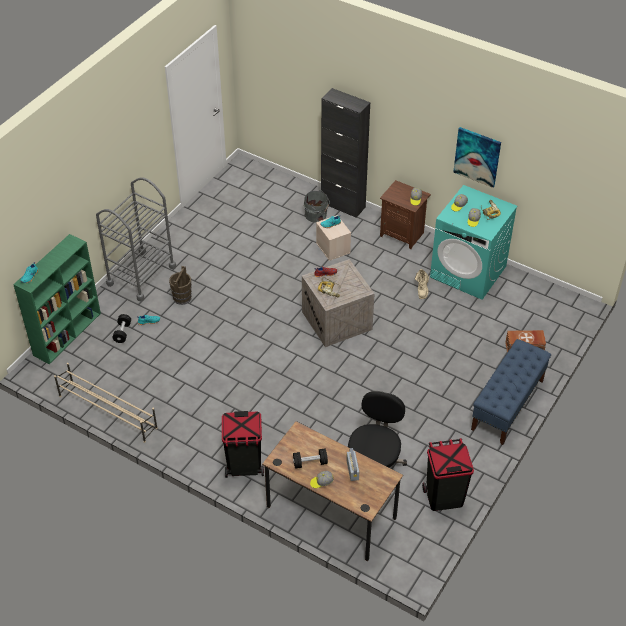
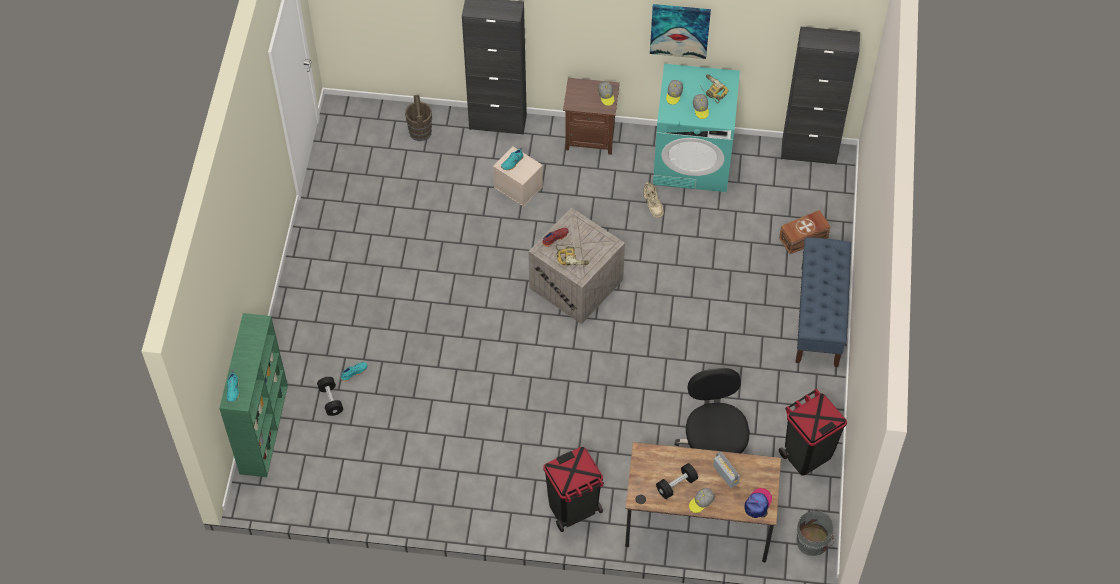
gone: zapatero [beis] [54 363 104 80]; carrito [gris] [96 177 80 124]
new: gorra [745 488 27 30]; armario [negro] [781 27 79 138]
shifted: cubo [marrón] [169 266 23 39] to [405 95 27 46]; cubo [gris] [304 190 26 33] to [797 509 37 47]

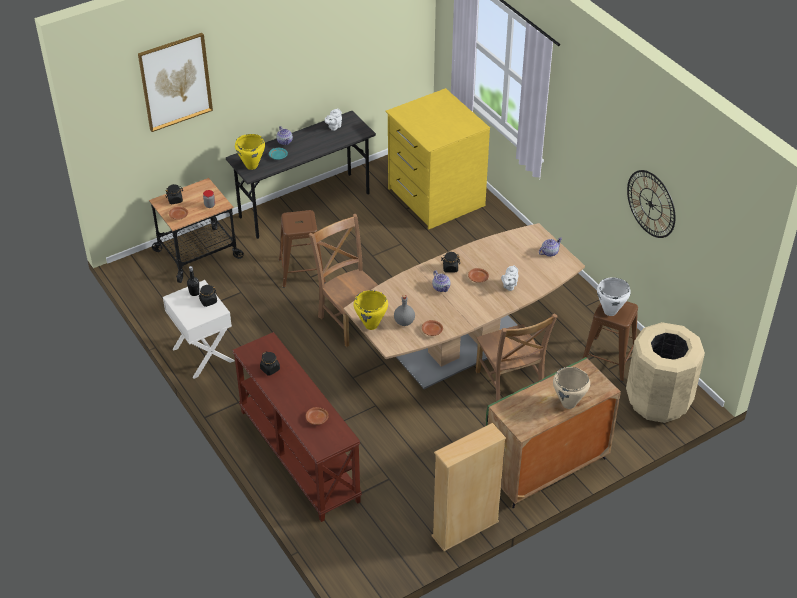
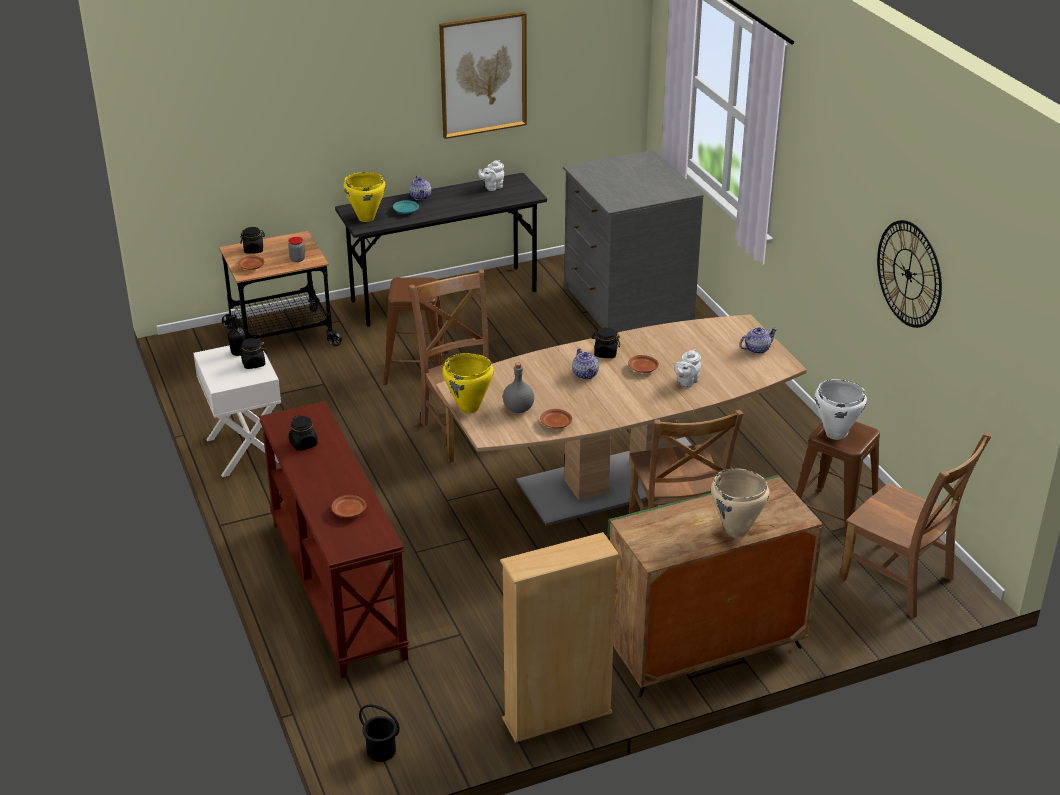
new: cubo [negro] [359 704 41 58]
shifted: cuadro [138 33 75 99] to [439 11 88 128]
swapped: papelera [beis] [626 322 79 101] to silla [marrón] [839 432 153 186]
repainted: cómoda [amarillo] [386 88 104 141] to cómoda [gris] [563 150 141 182]

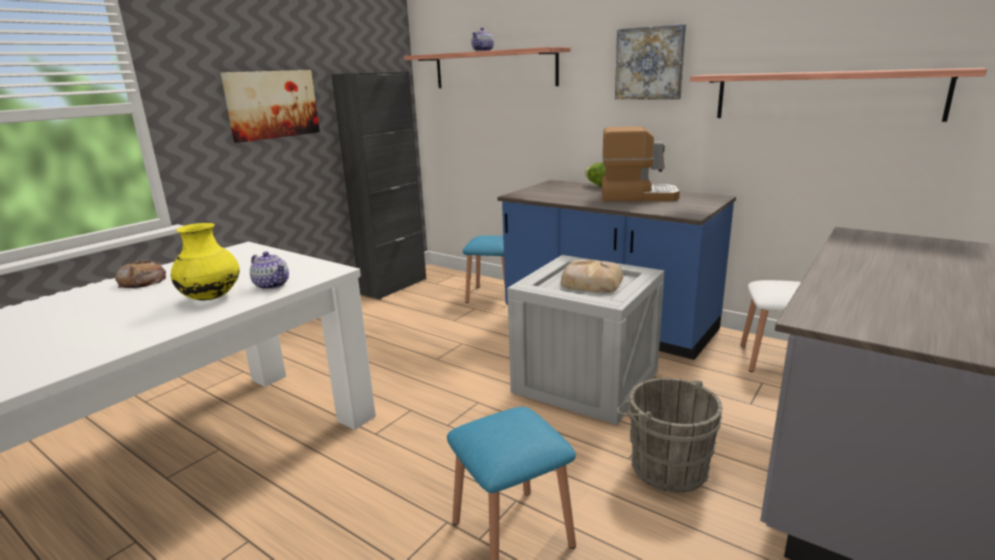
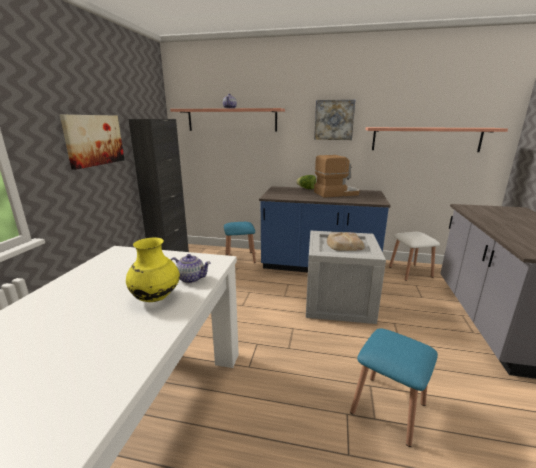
gone: pan [115 260 51 28]; cubo [gris] [616 378 106 115]

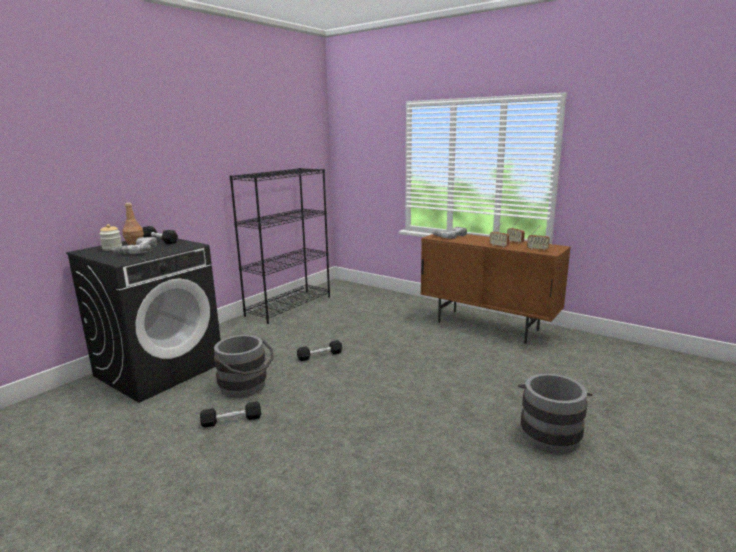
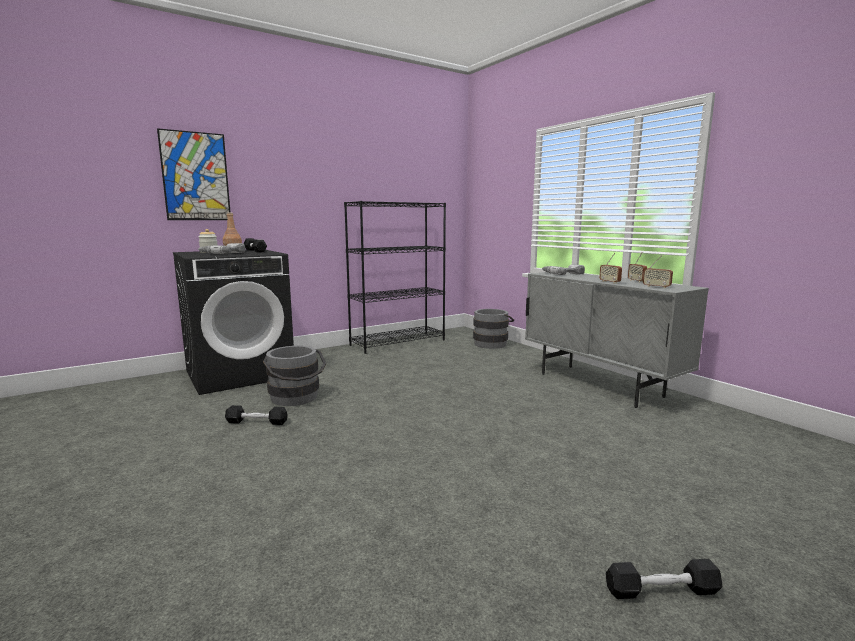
new: cuadro [157 128 73 92]
shifted: mancuerna [negro] [297 340 45 21] to [605 559 117 40]; cubo [gris] [518 373 75 81] to [473 309 41 40]
repainted: armario [marrón] [420 234 151 110] to armario [gris] [525 272 184 136]

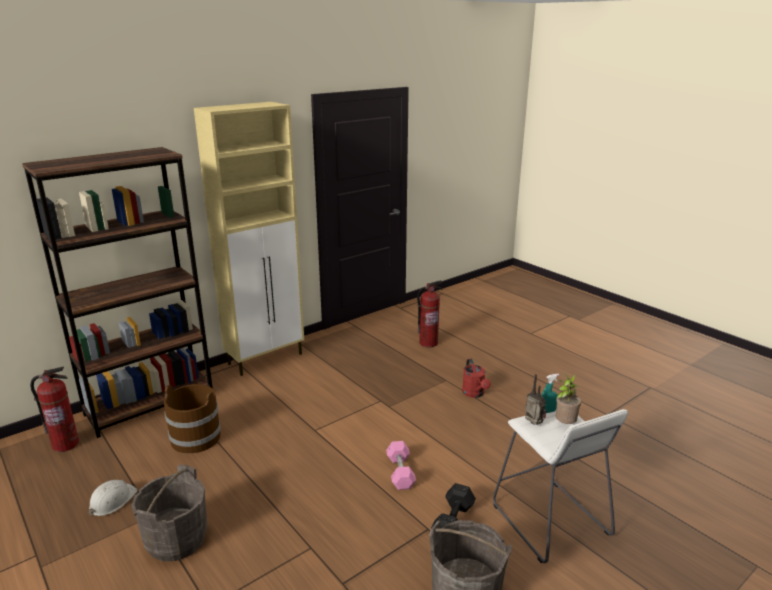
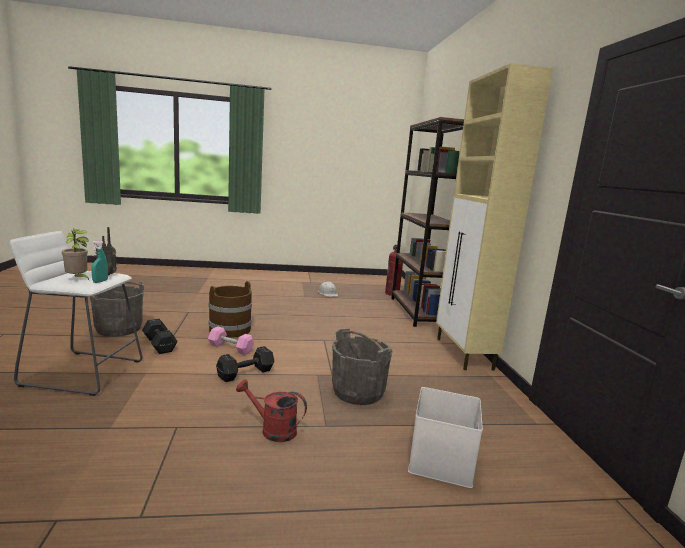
new: mancuerna [negro] [216 346 59 36]
shifted: cubo [gris] [132 465 75 96] to [332 329 60 76]; cubo [marrón] [164 384 57 70] to [208 281 44 57]
swapped: extintor [417 280 26 67] to caja de almacenaje [blanco] [408 387 75 101]

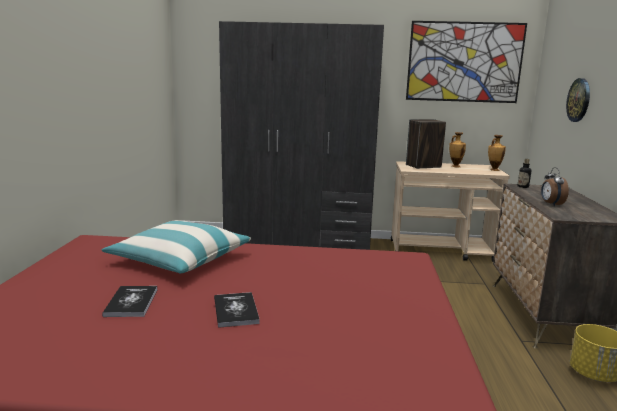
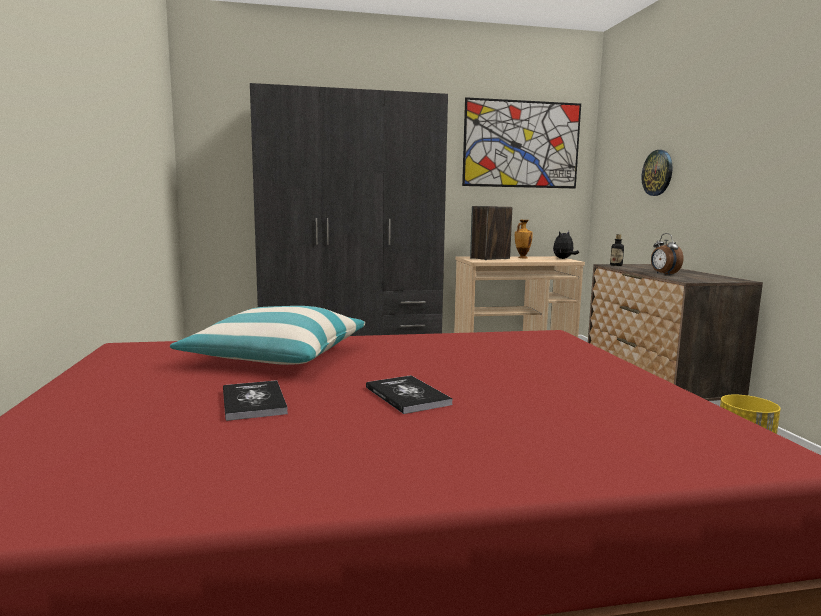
swapped: florero [488 135 18 36] to peluche [553 231 26 28]

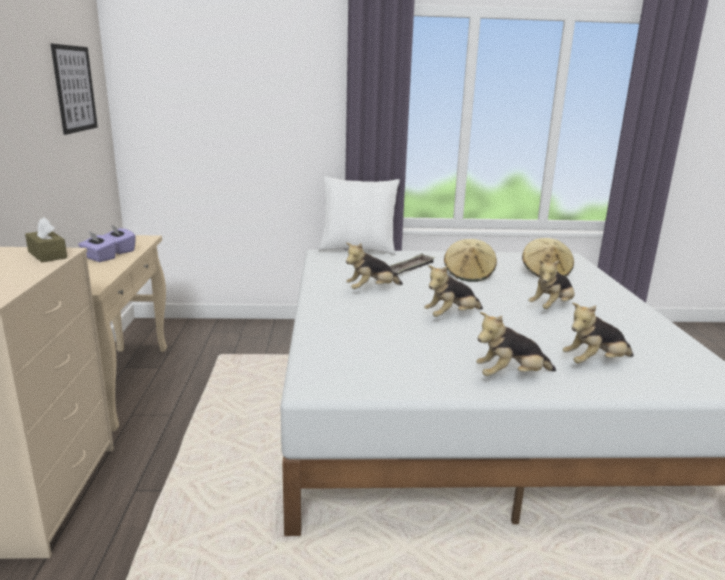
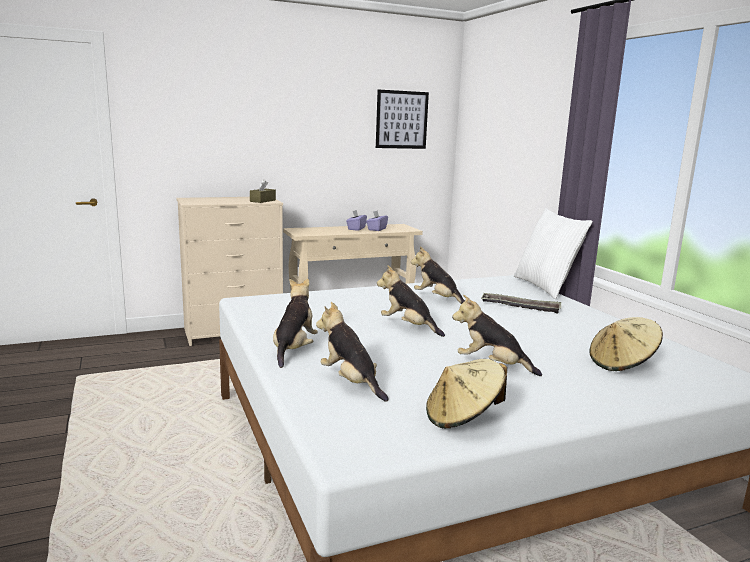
shifted: sombrero [beis] [444 239 53 43] to [426 359 81 70]
rotated: peluche [476 312 80 64] = [273 278 45 90] 45 degrees clockwise

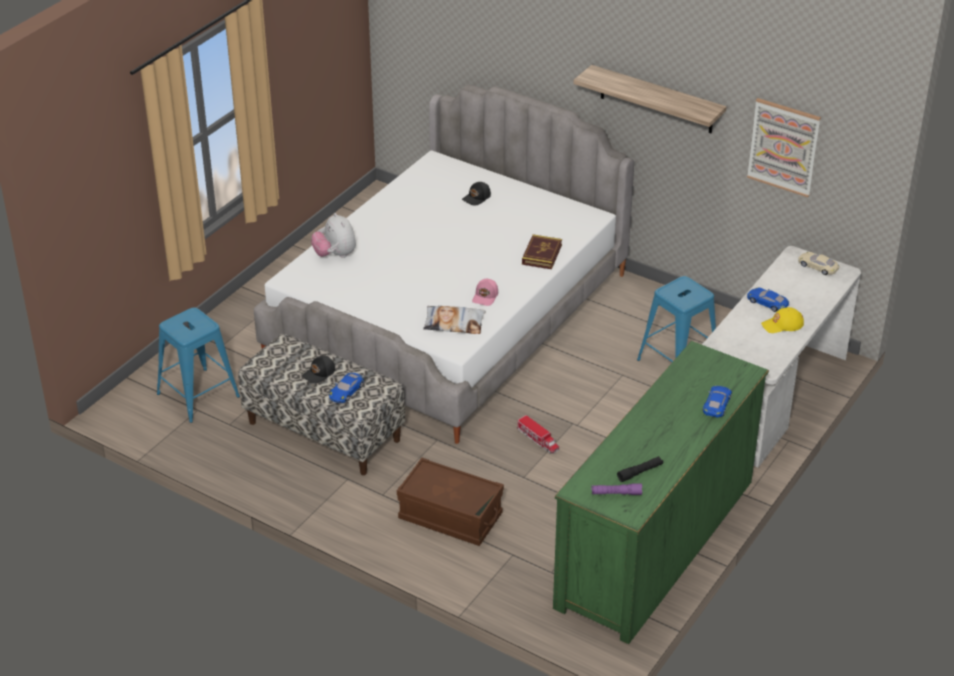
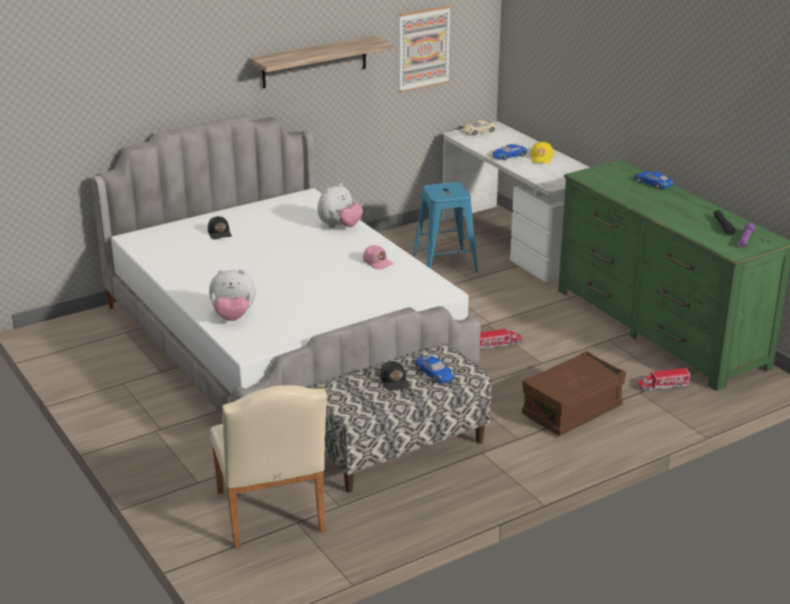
gone: cojín [423 306 63 28]
new: camión de juguete [637 368 53 23]
swapped: taburete [azul] [157 307 83 116] to silla [beis] [210 385 117 165]; libro [522 234 40 35] to peluche [317 183 46 45]

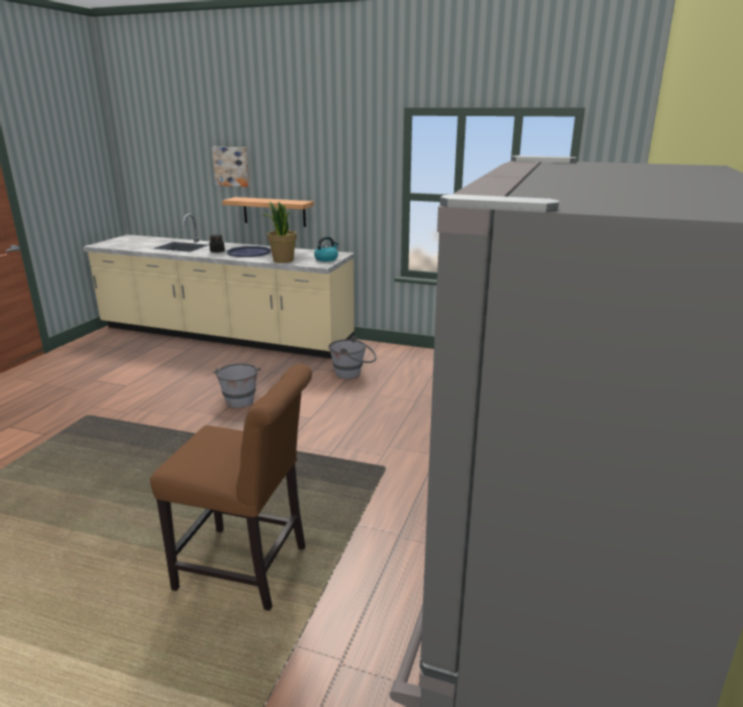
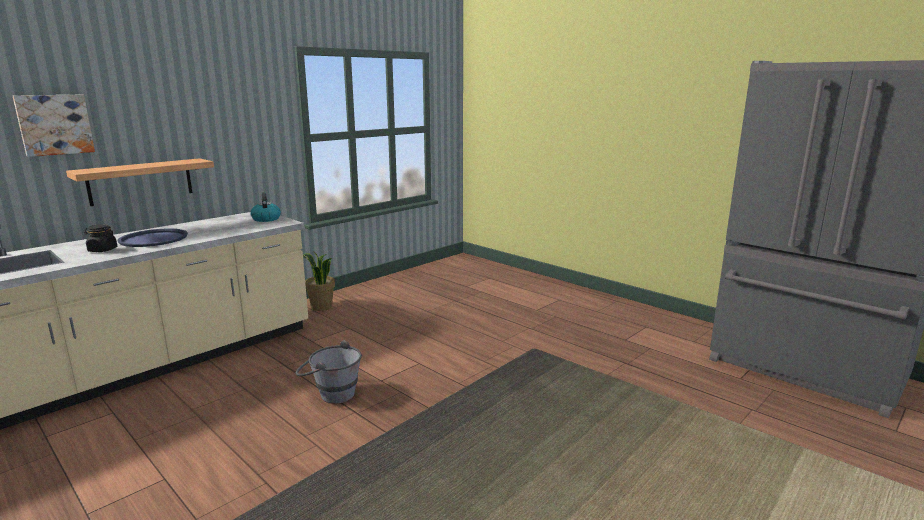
gone: silla [marrón] [150 363 162 248]; cubo [gris] [329 336 47 43]
shifted: planta en maceta [262 202 35 61] to [303 251 32 60]

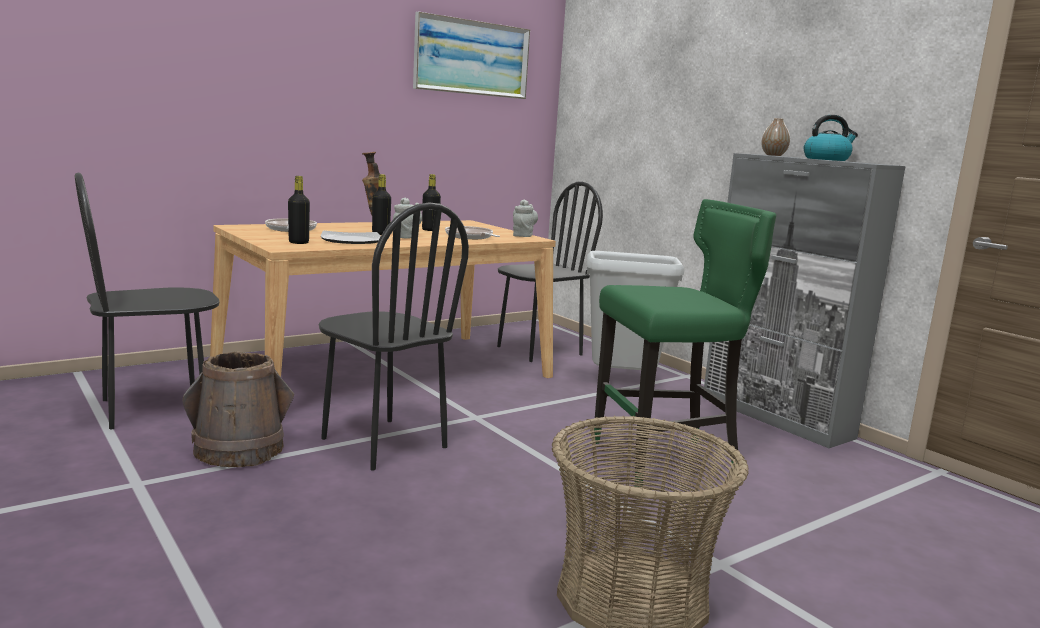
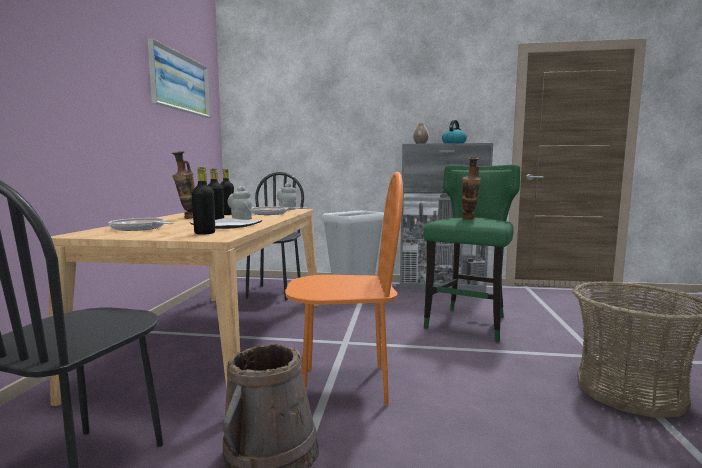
new: florero [461 157 20 62]
repainted: silla [negro] [319 202 150 269] to silla [naranja] [285 172 118 234]

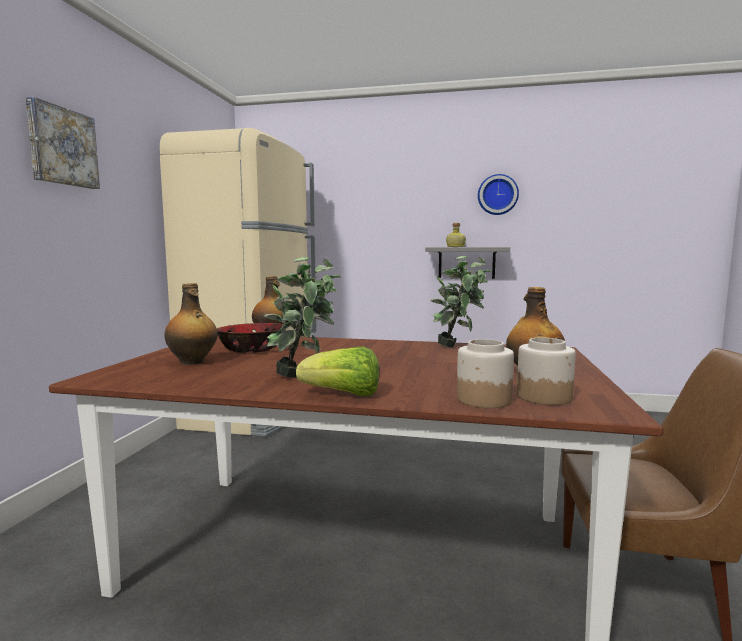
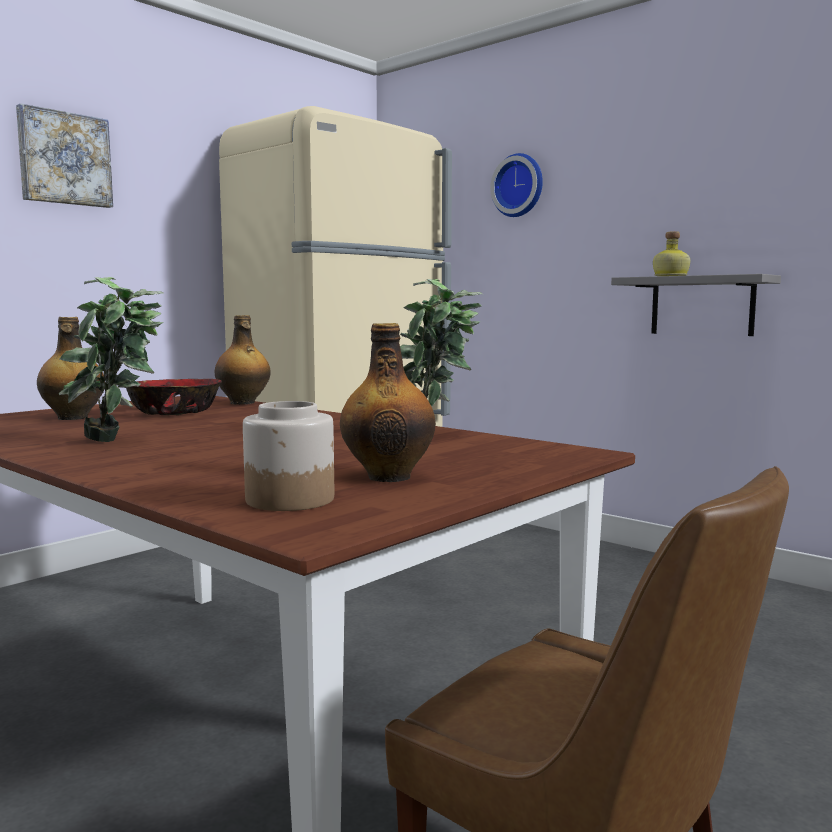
gone: lechuga [296 347 83 49]; tarro [457 339 57 69]
shifted: reloj de pared [478 174 41 41] to [490 153 53 64]

